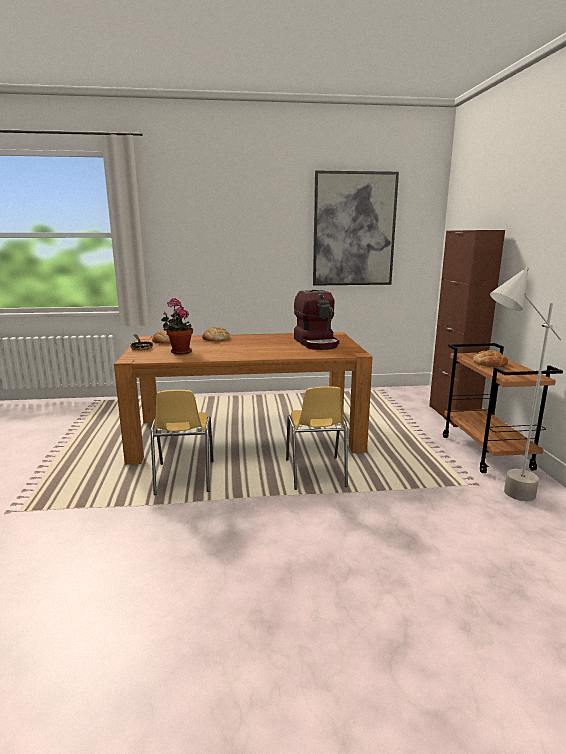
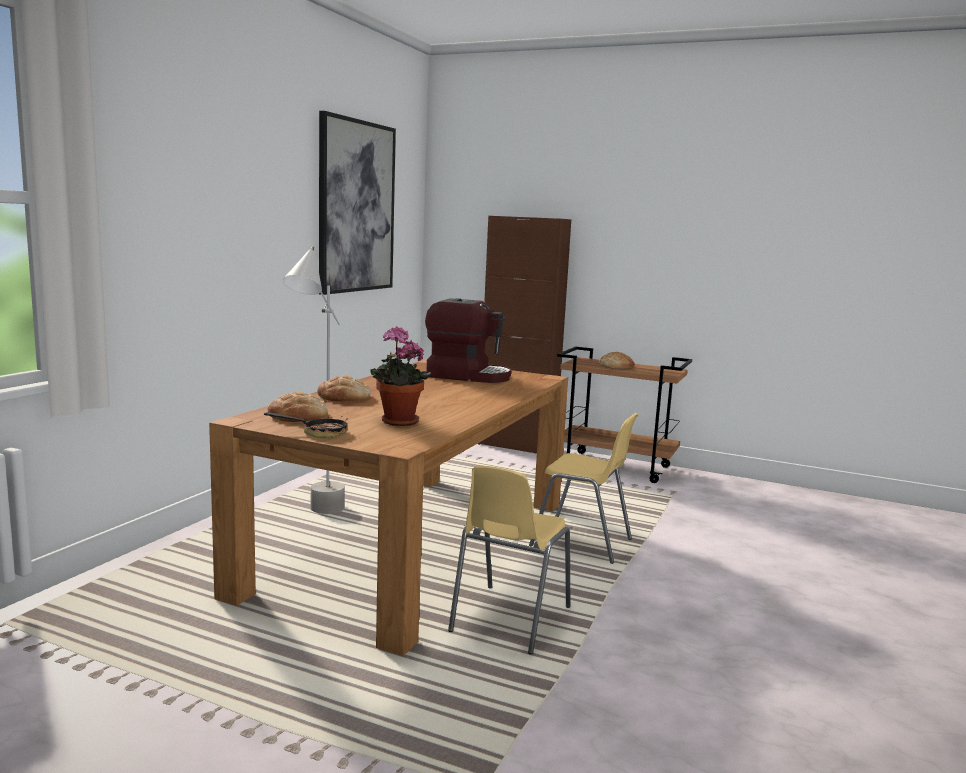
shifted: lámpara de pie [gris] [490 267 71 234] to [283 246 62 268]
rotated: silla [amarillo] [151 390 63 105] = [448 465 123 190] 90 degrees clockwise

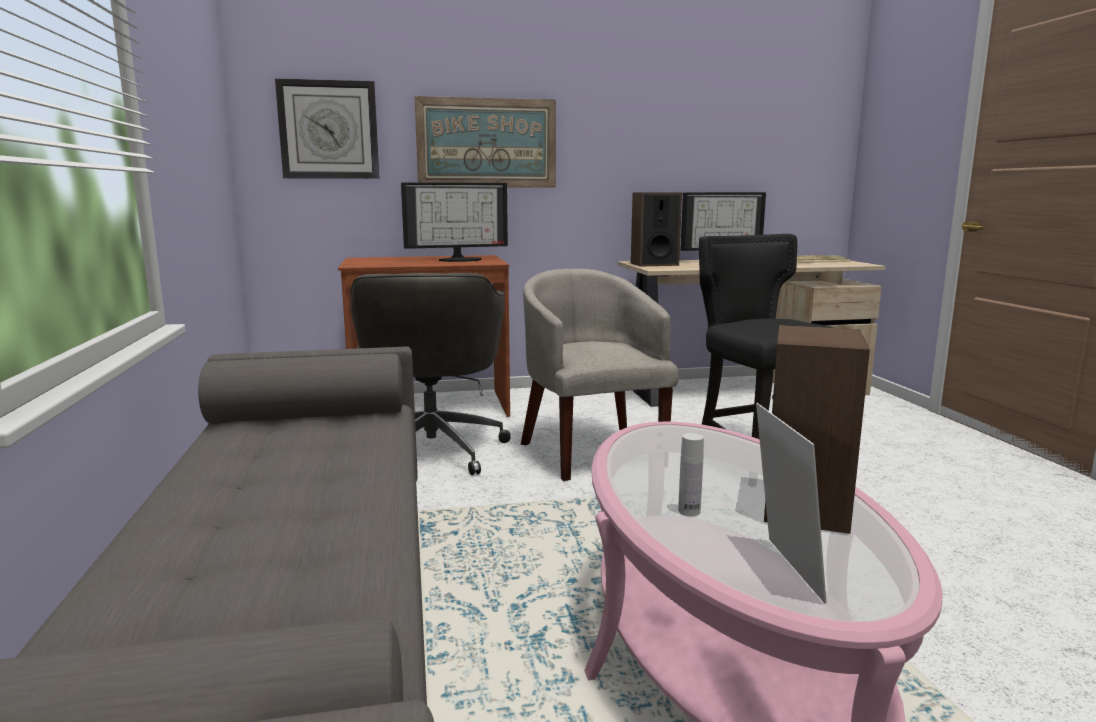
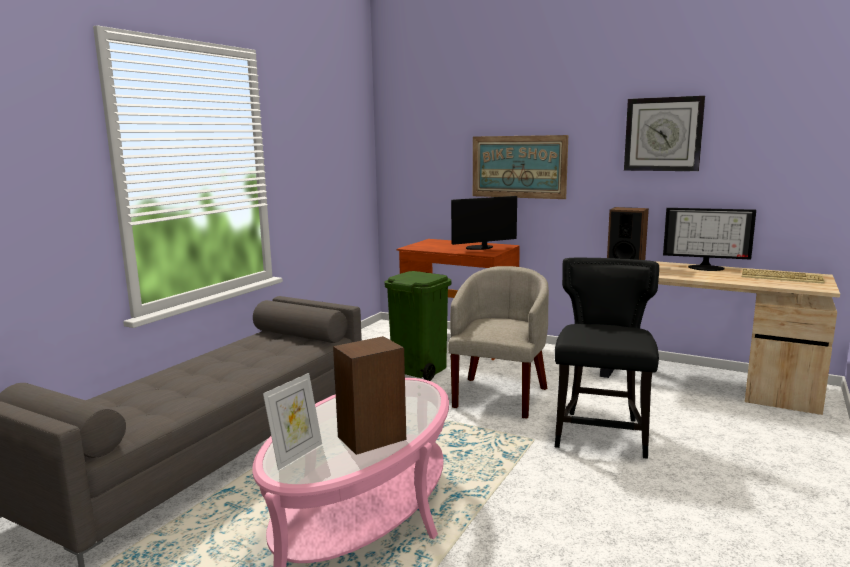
gone: botella [blanco] [678 433 26 83]
shifted: reloj de pared [275 78 104 101] to [624 96 81 75]
swapped: silla de oficina [gris] [350 273 161 202] to papelera [verde] [384 271 67 110]
rotated: monitor [401 182 107 80] = [451 196 66 54] 135 degrees clockwise

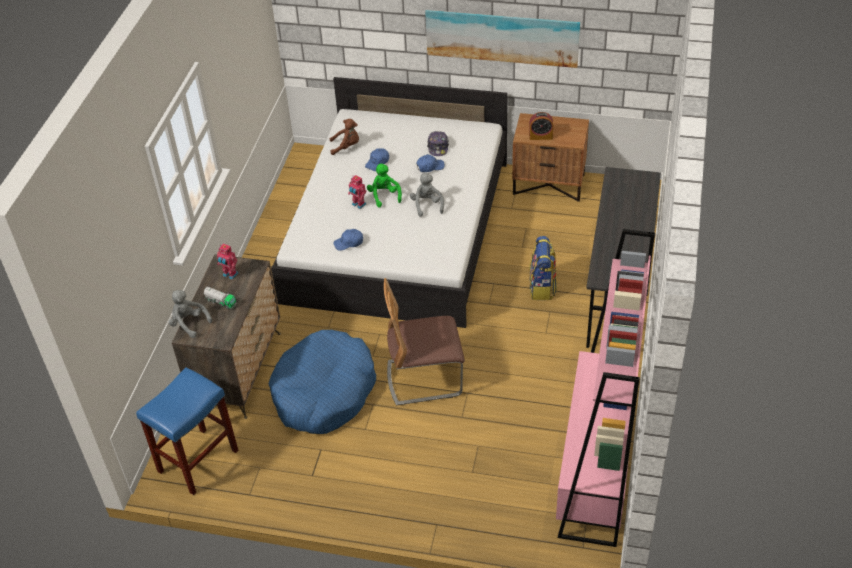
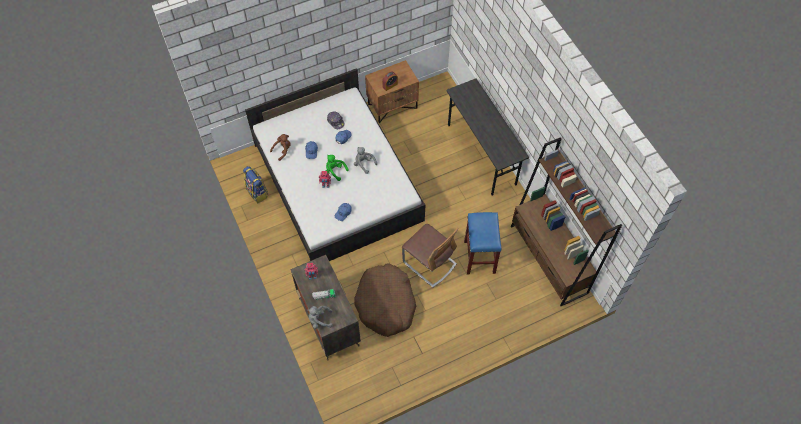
gone: cuadro [425 10 155 58]
shifted: taburete [azul] [136 367 102 128] to [464 212 37 63]; mochila [529 236 28 64] to [243 166 25 38]
repainted: cama para perro [azul] [269 330 107 104] to cama para perro [marrón] [355 263 61 74]; estantería [rosa] [556 229 99 318] to estantería [marrón] [511 137 111 169]
rotated: silla [384 278 81 128] = [402 224 56 64] 90 degrees counterclockwise

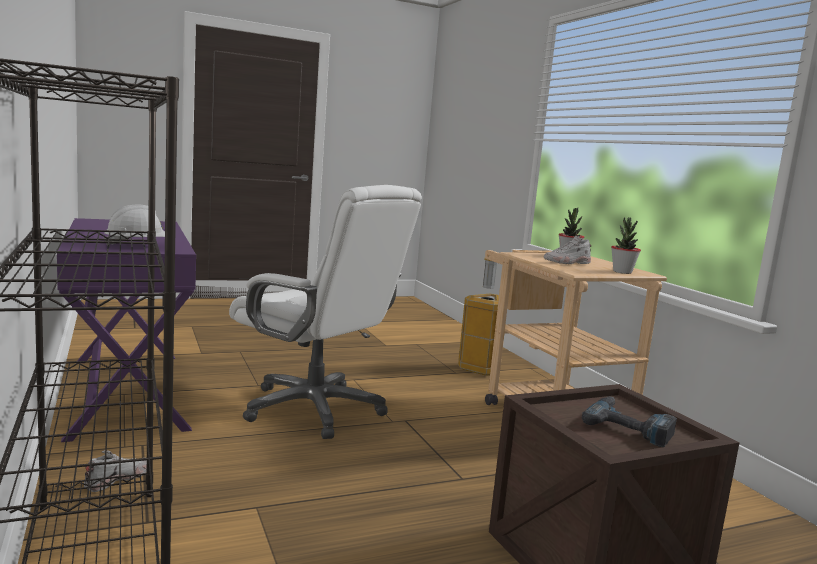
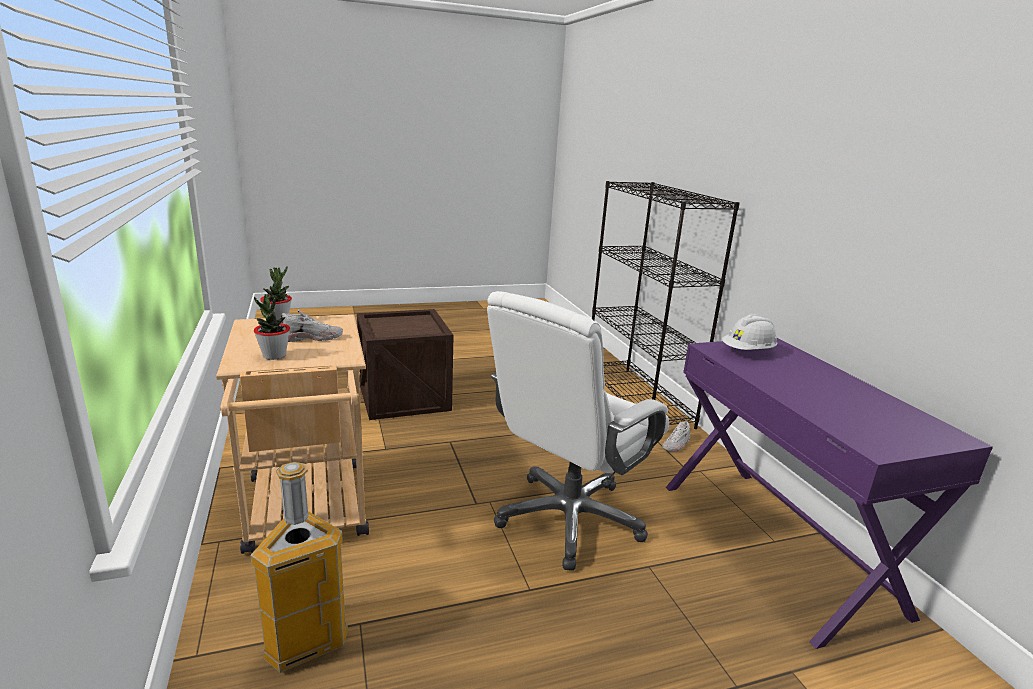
gone: taladro [582 396 95 51]
rotated: silla de oficina [blanco] [229 185 193 254] = [487 291 182 280] 90 degrees counterclockwise

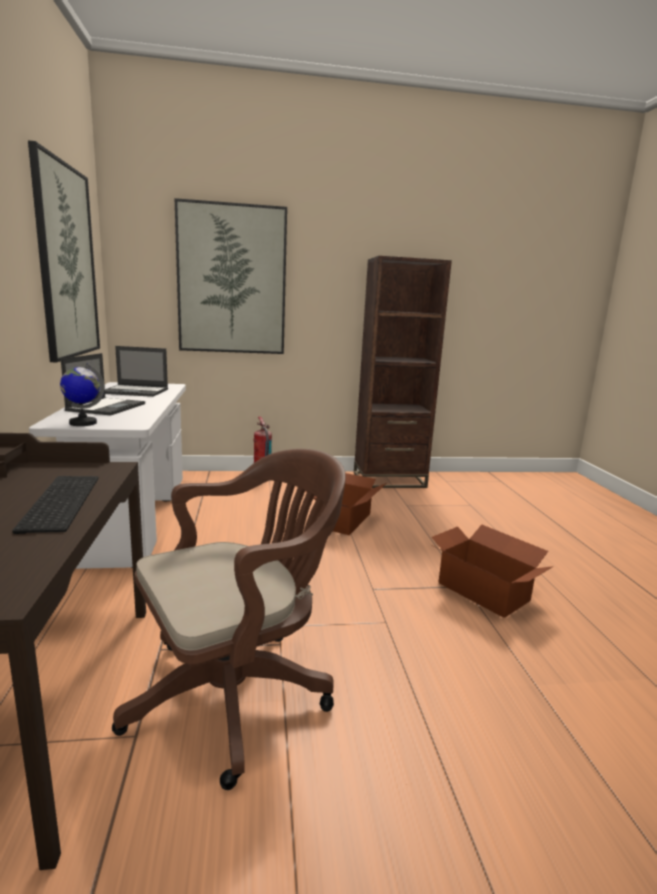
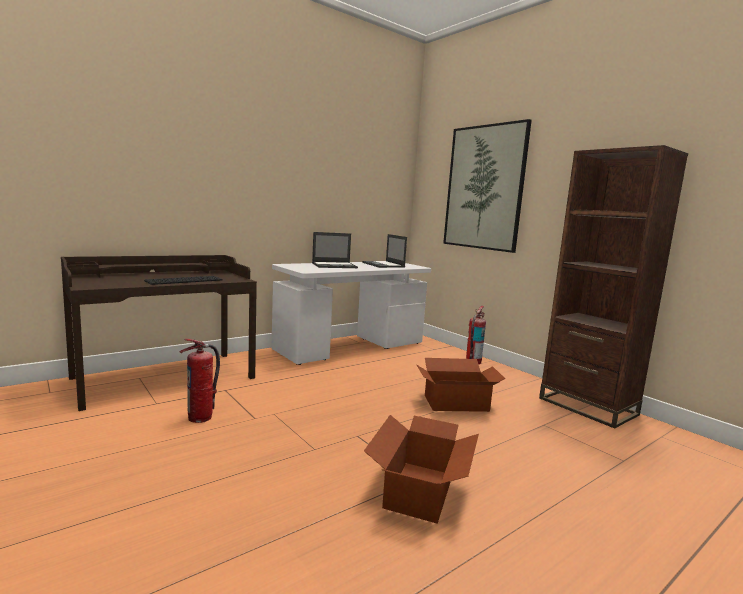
gone: cuadro [28 140 72 222]; globo terráqueo [60 363 45 63]
swapped: silla de oficina [marrón] [112 449 234 341] to extintor [179 339 41 84]

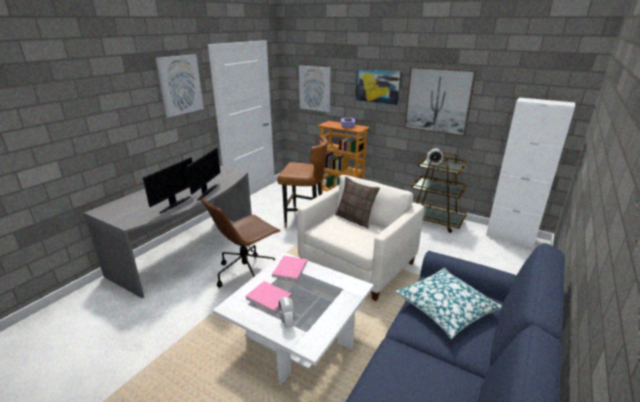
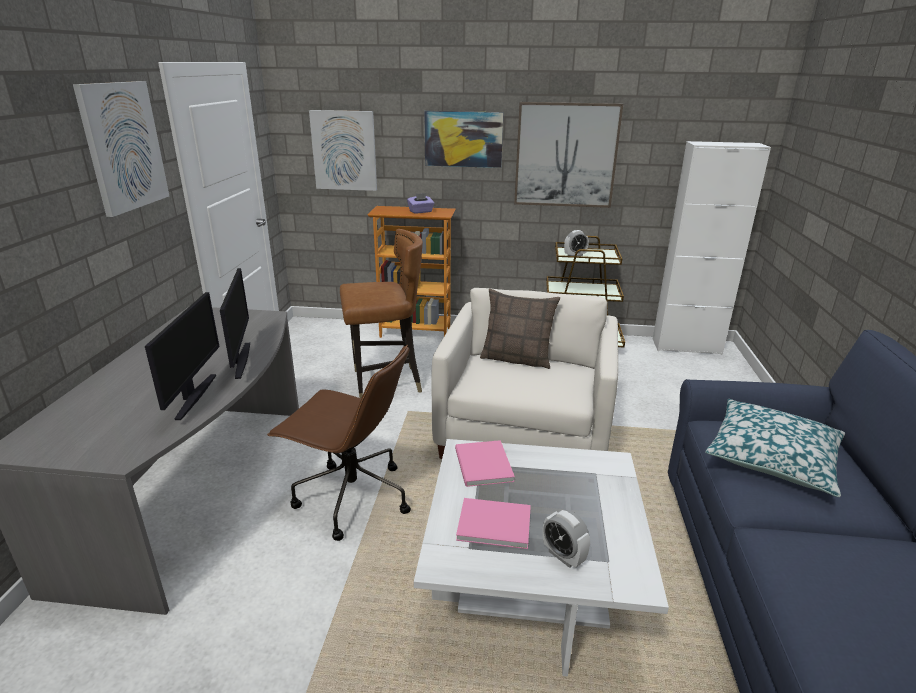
rotated: silla de oficina [marrón] [201 198 80 89] = [267 344 144 197] 90 degrees counterclockwise

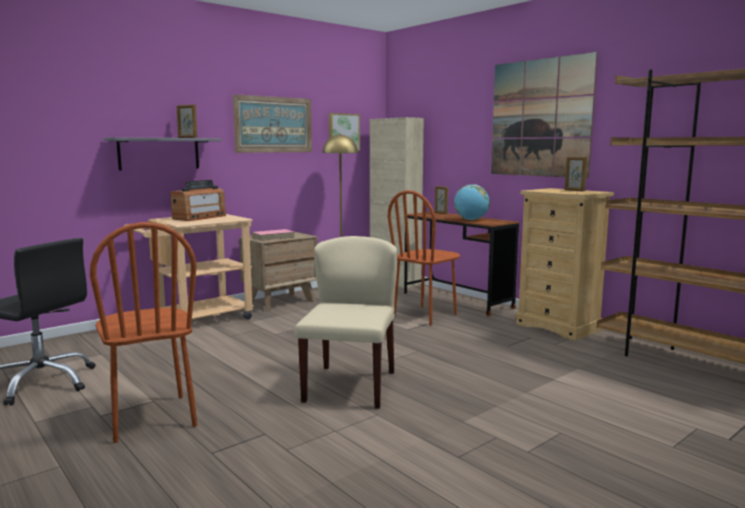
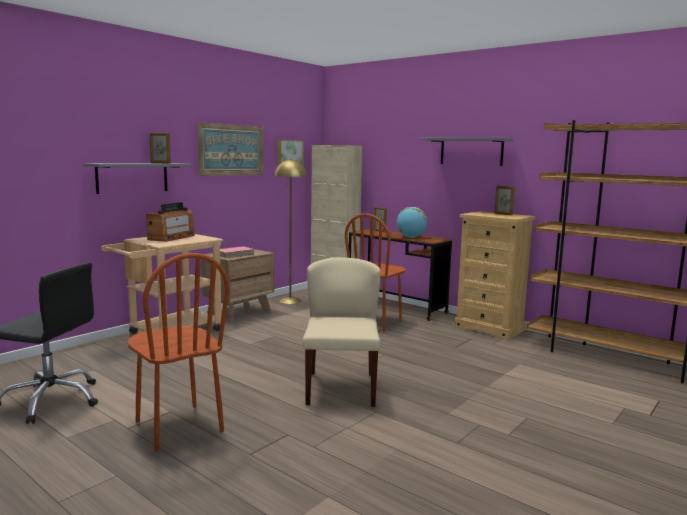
swapped: cuadro [491 52 107 126] to estante [gris] [420 138 94 28]

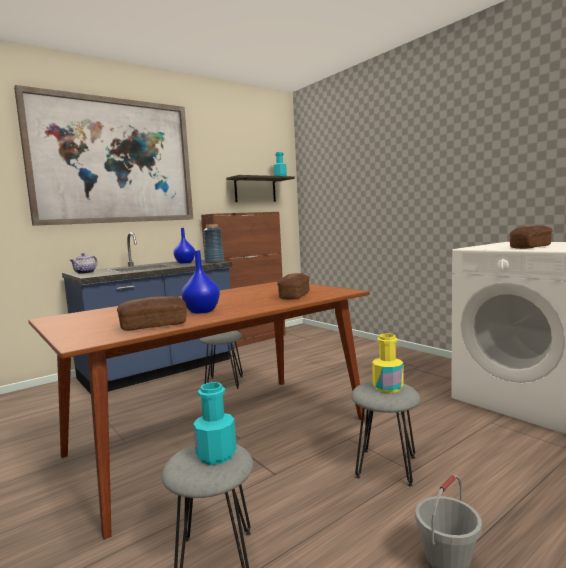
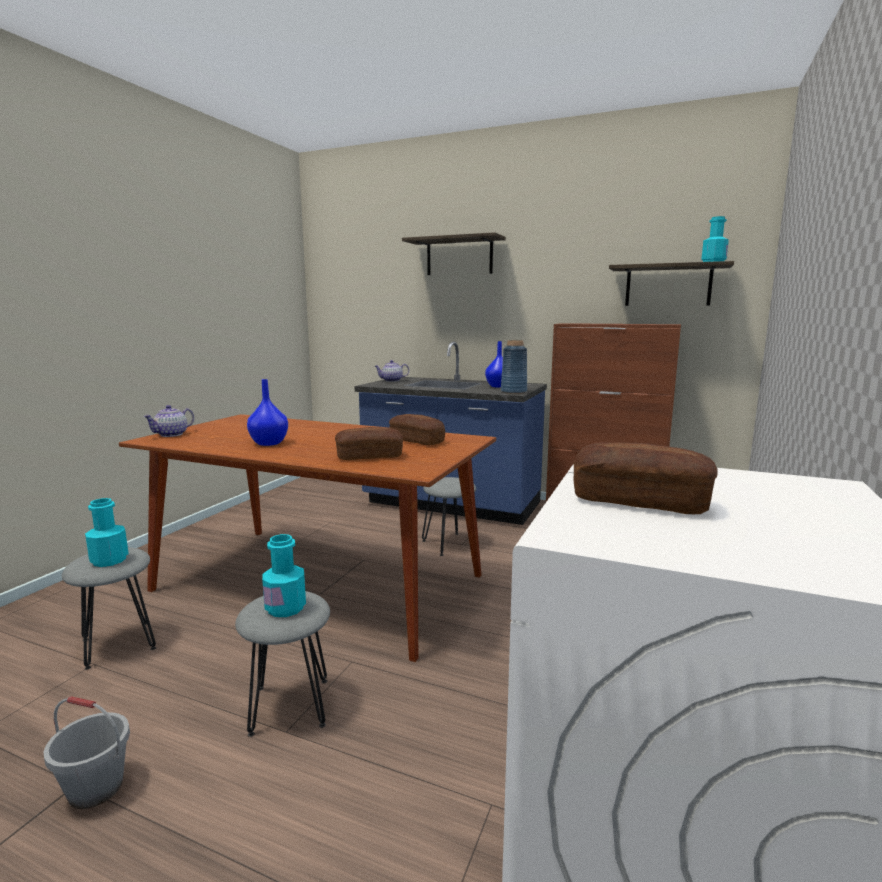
new: tetera [143 405 51 32]
shifted: pan [117 296 70 35] to [389 414 56 31]
swapped: cuadro [14 85 179 141] to estante [402 232 104 43]
repainted: botella [amarillo] [372 334 32 59] to botella [turquesa] [262 534 44 83]

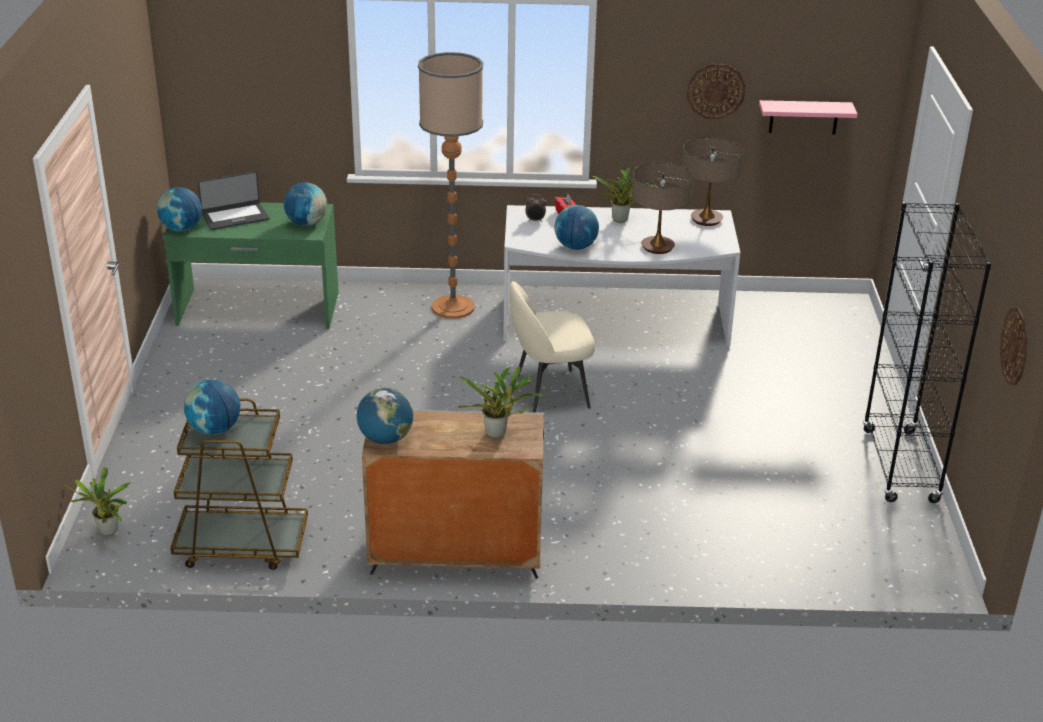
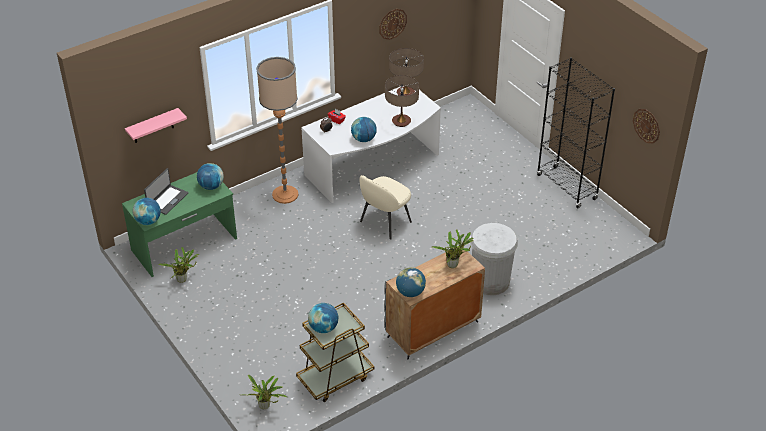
new: papelera [blanco] [471 223 47 73]
shifted: planta en maceta [592 167 68 56] to [158 247 41 36]; estante [rosa] [759 100 99 34] to [125 108 62 35]

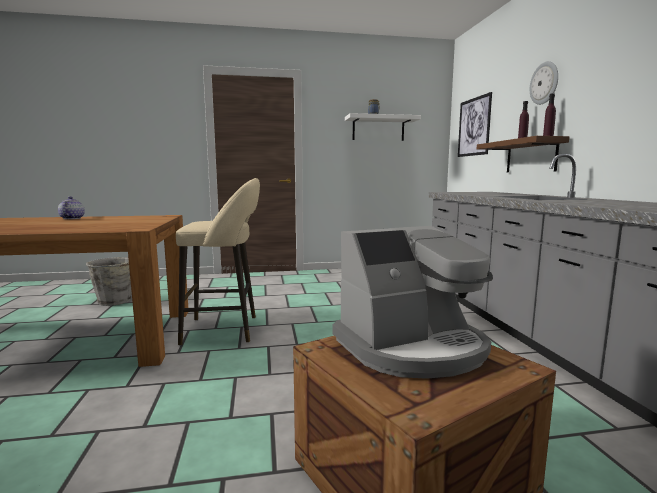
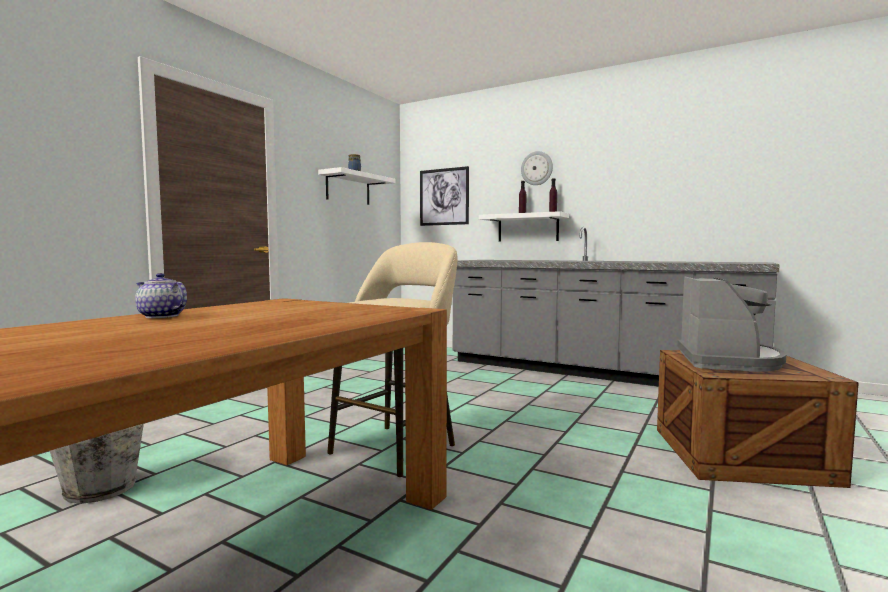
repainted: estante [marrón] [477 136 93 36] to estante [blanco] [479 211 90 31]

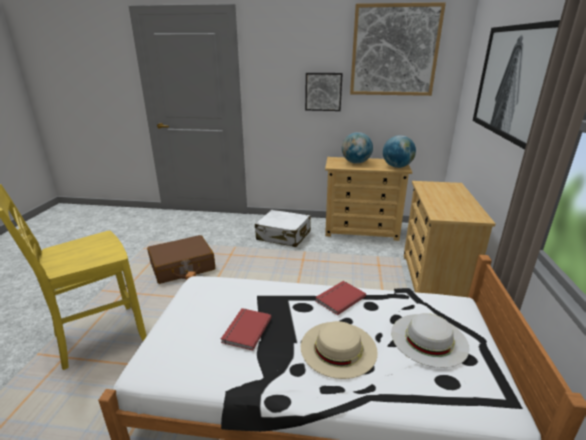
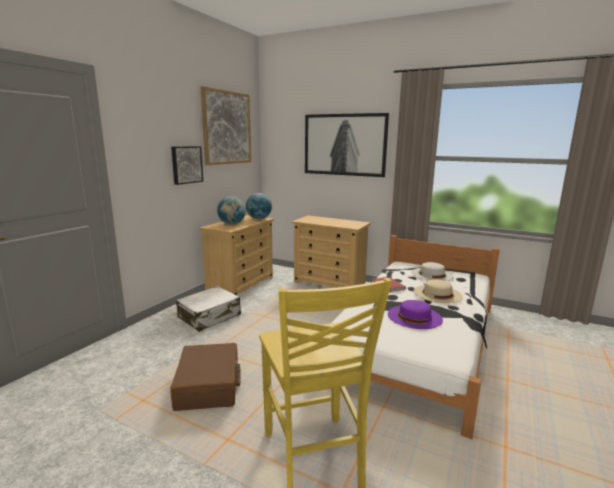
swapped: libro [rojo] [221 308 51 43] to sombrero [morado] [388 300 55 29]

